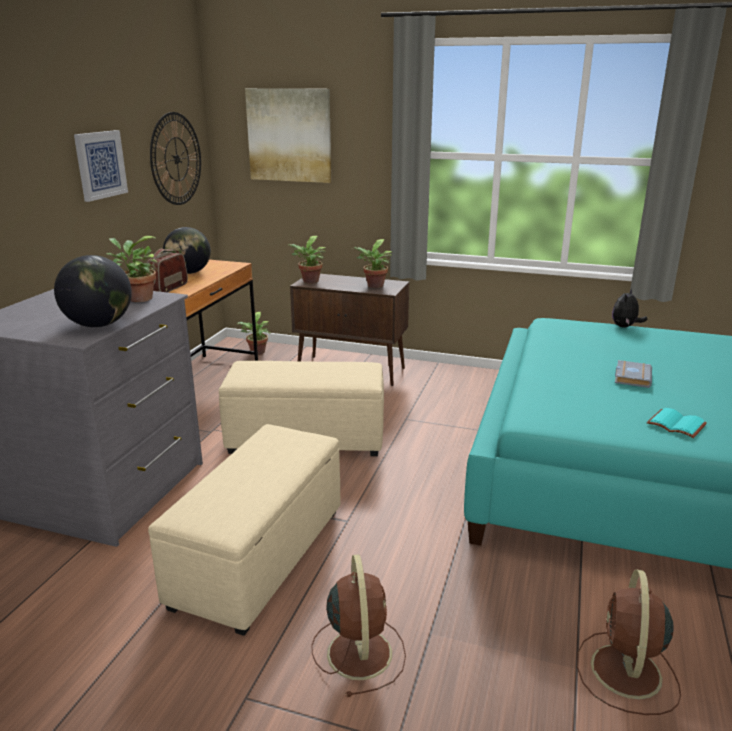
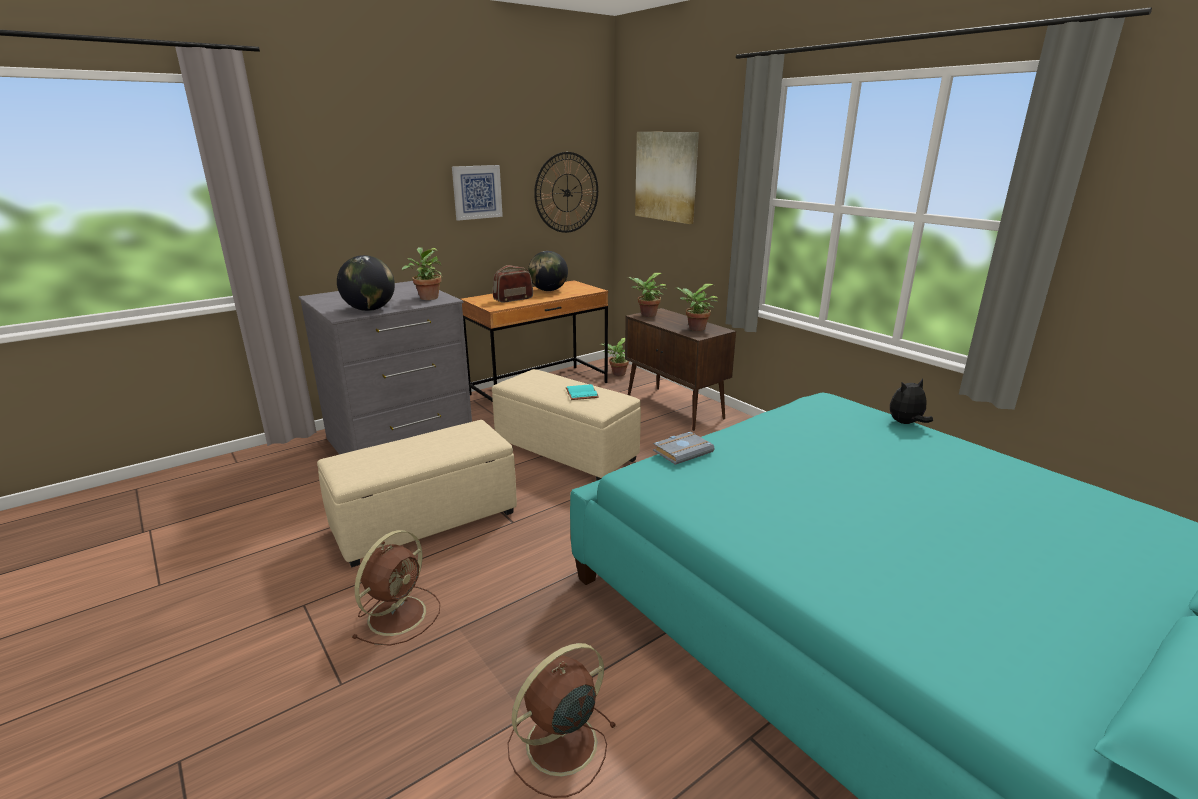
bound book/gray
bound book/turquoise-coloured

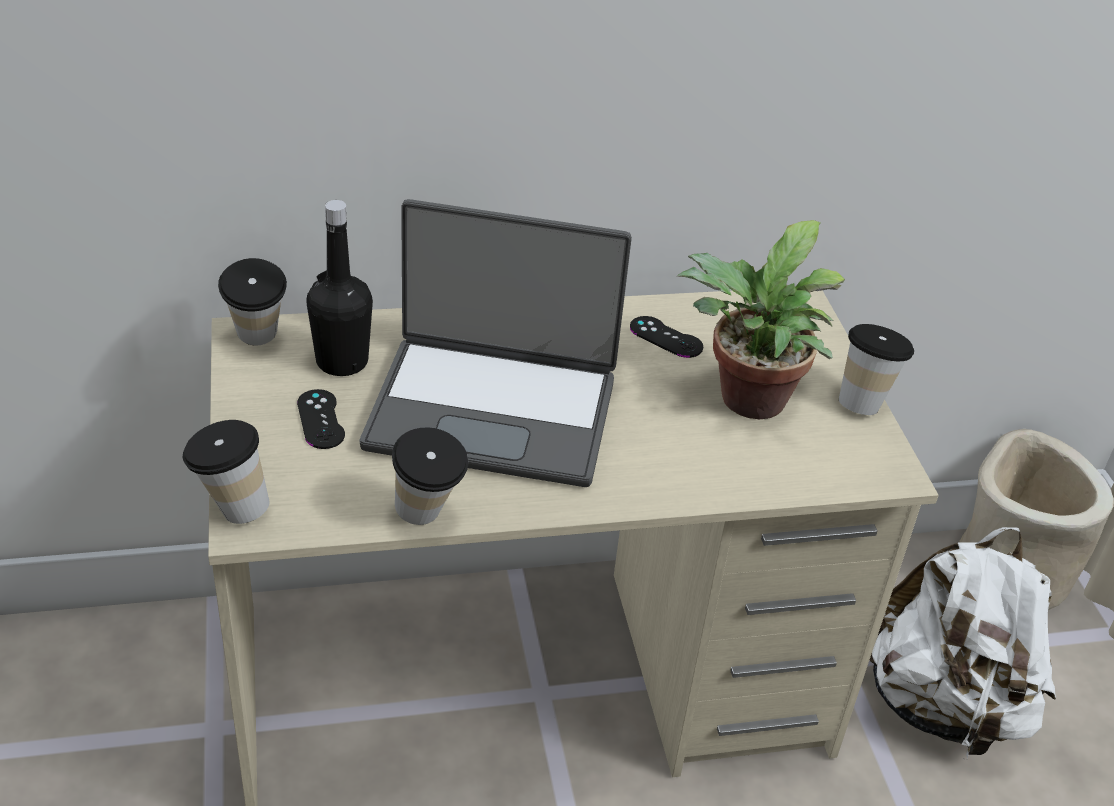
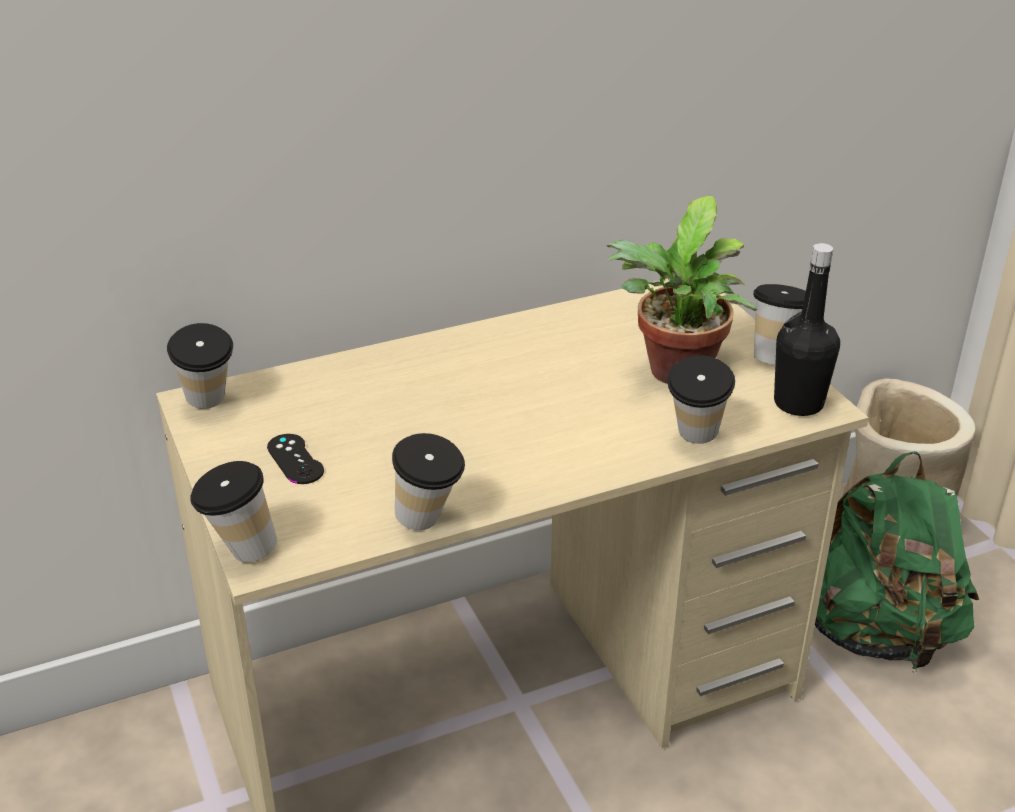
beverage bottle/black-coloured
portable computer
joypad/black-coloured (no. 2 from left in the first image)
backpack/green-coloured
cup (no. 4 from left)

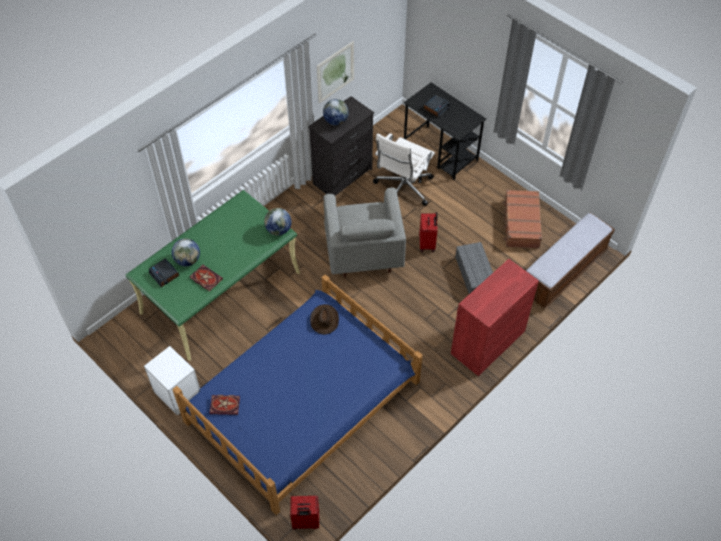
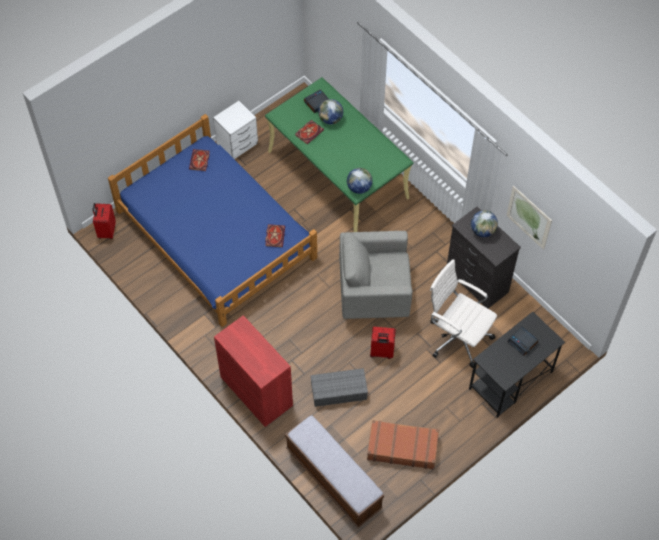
bound book (no. 2 from left)

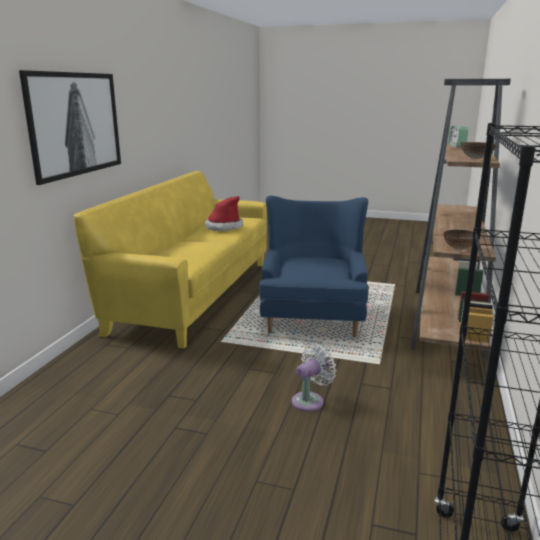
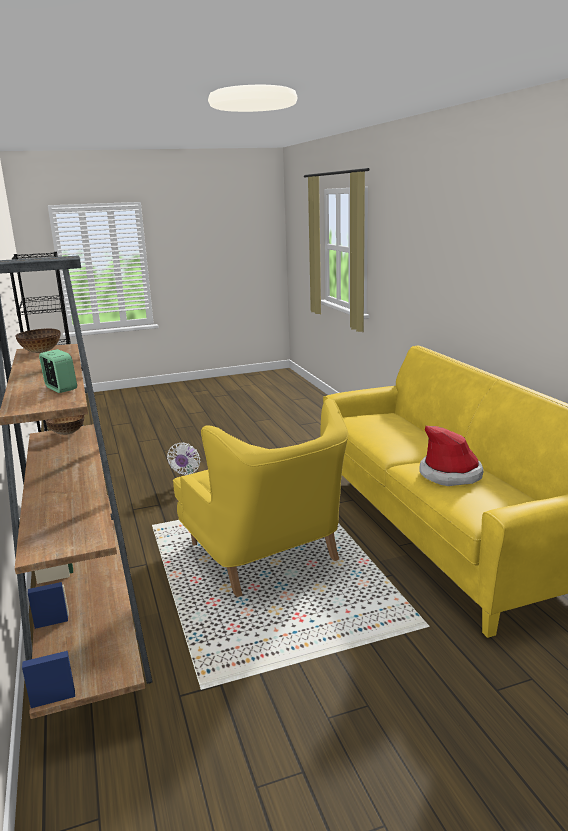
wall art
armchair/yellowish

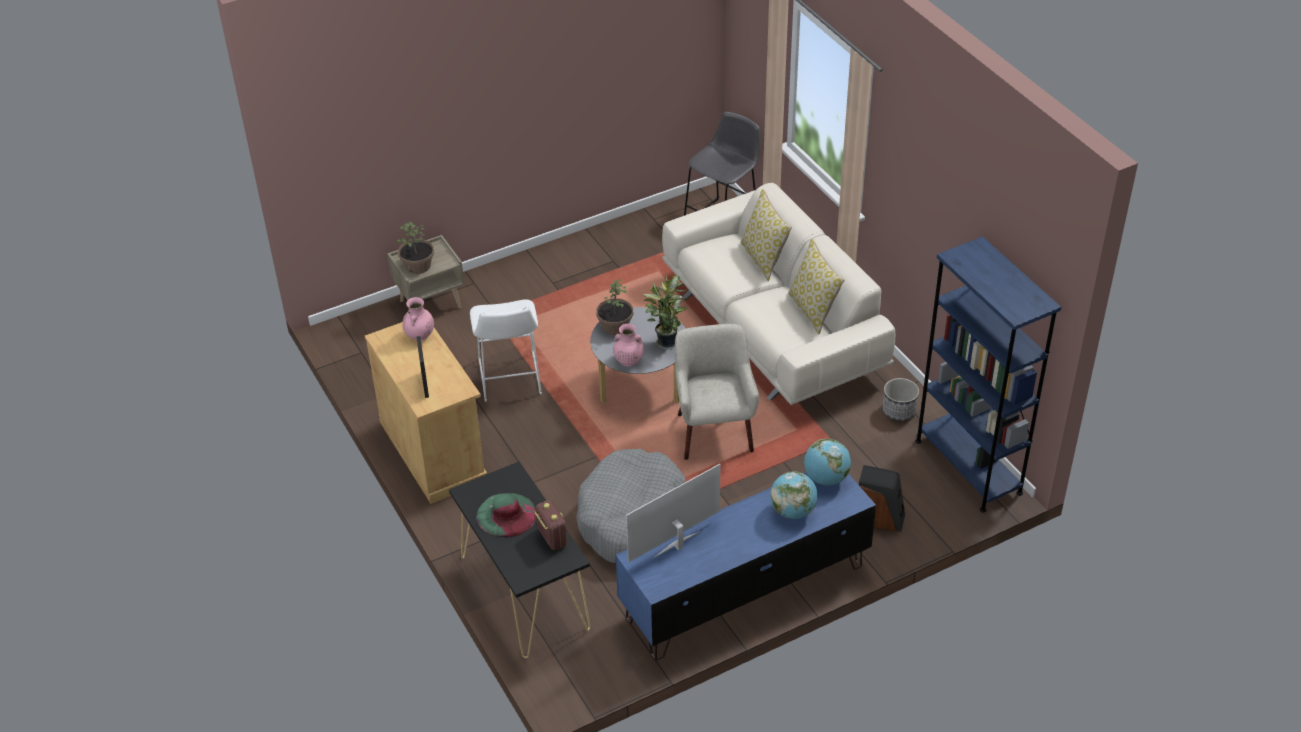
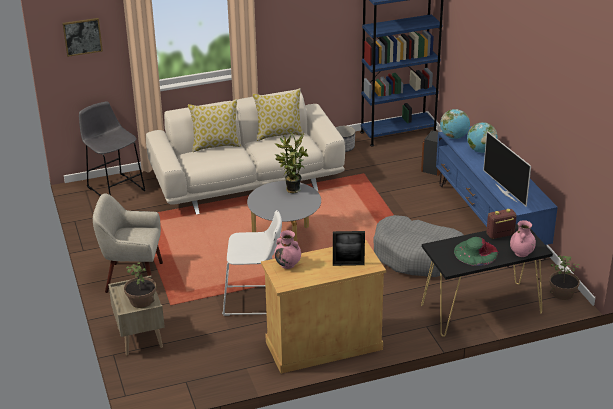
houseplant (no. 3 from left)
vase/pinkish (no. 2 from left)
armchair/sand-coloured
wall art

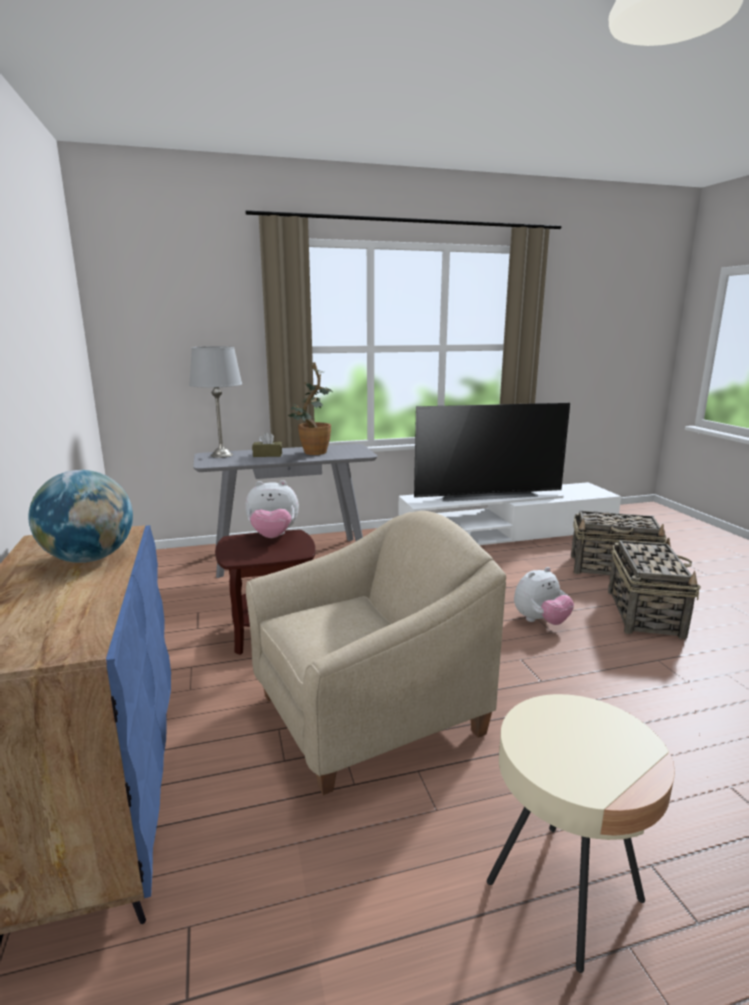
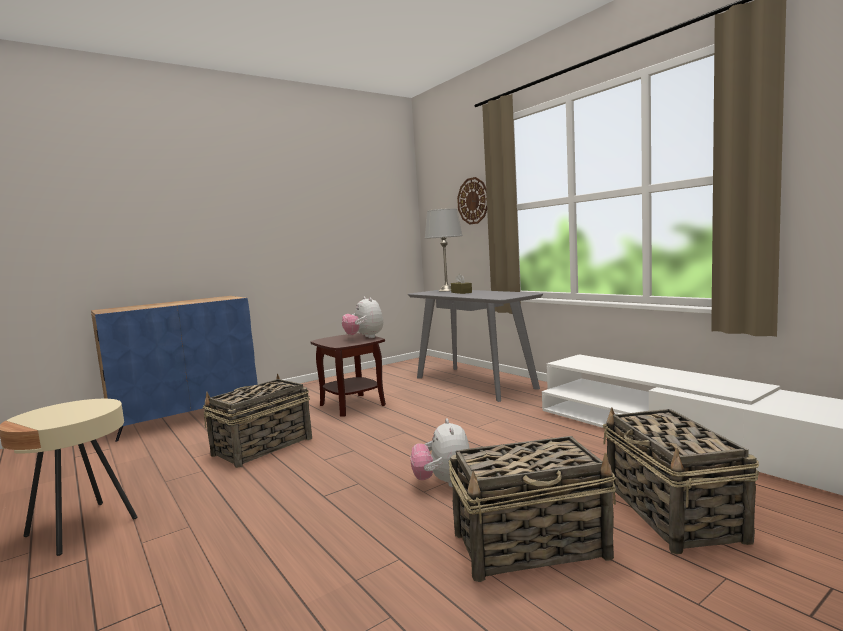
globe
household basket (no. 1 from left)
houseplant
TV
soft toy (no. 2 from left)
wall clock

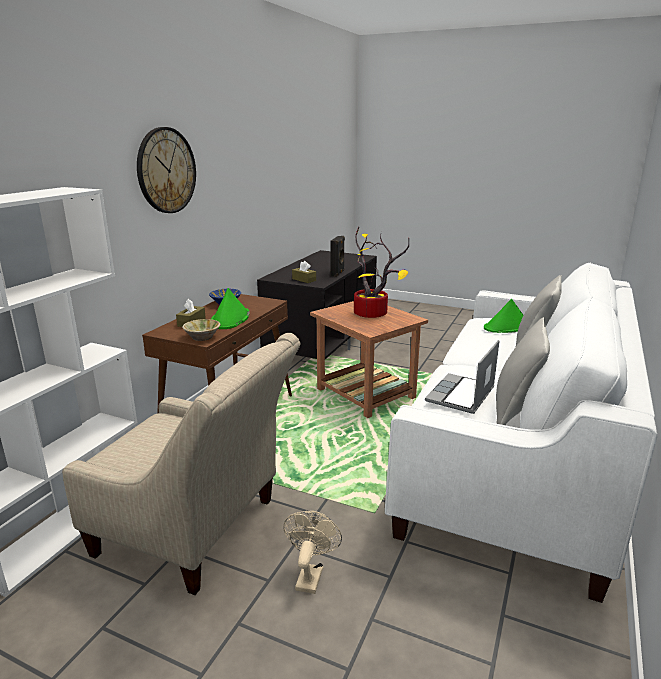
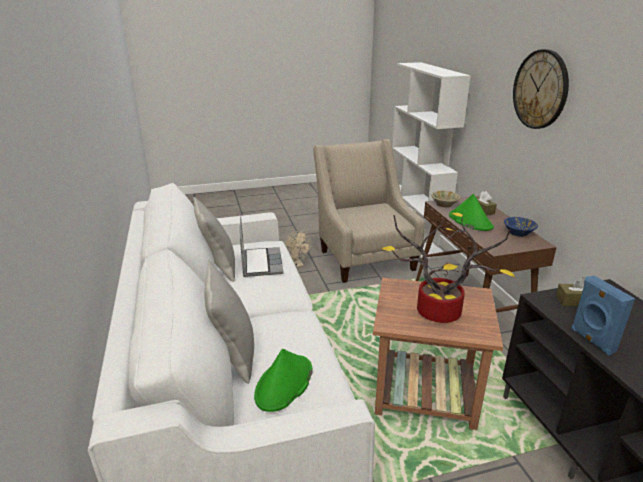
armchair/sand-coloured
audio speaker/blue-coloured

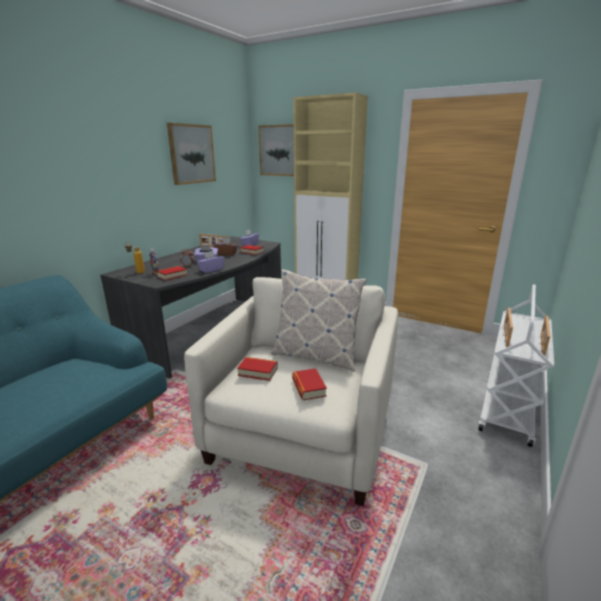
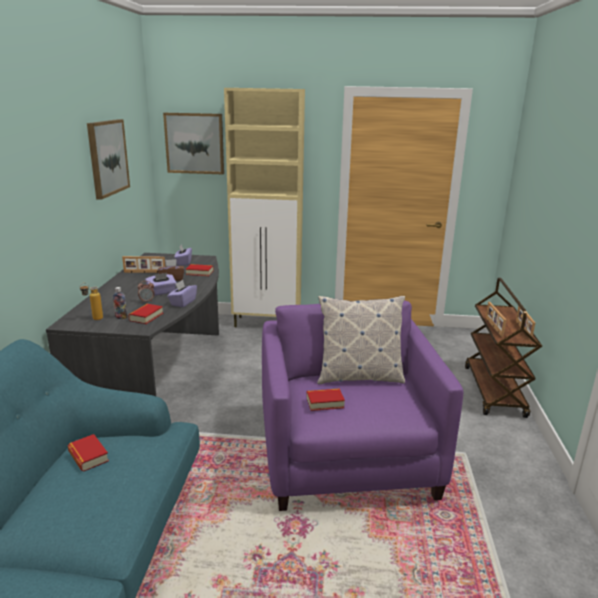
armchair/purple
bound book (no. 1 from left)
trolley/brown

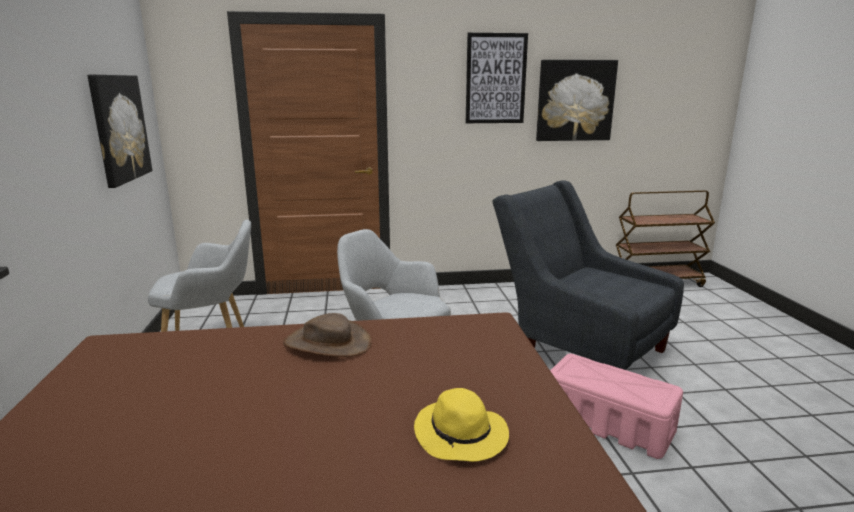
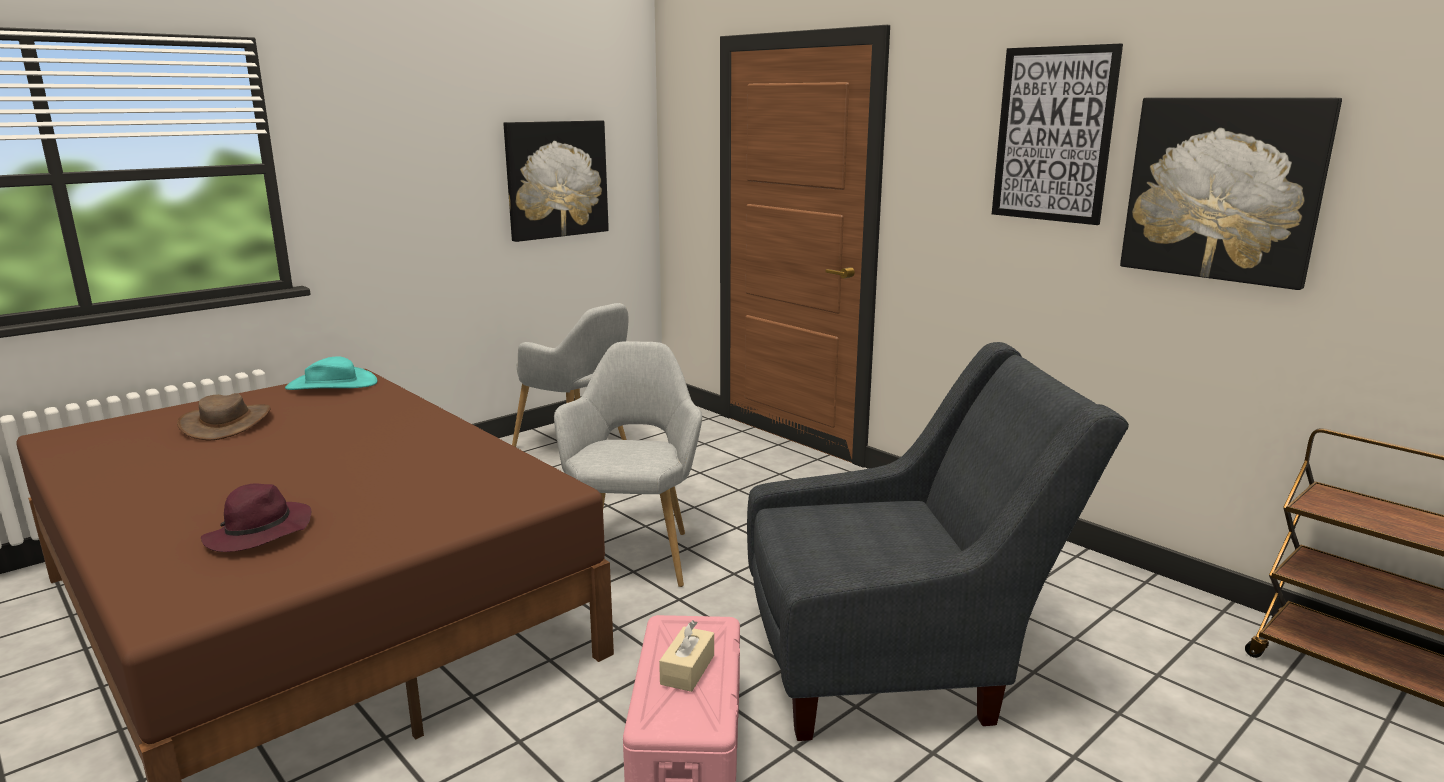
clothing hat/brown
clothing hat/purple
armchair/gray (no. 3 from left)
clothing hat/turquoise-coloured
box of tissues/sand-coloured

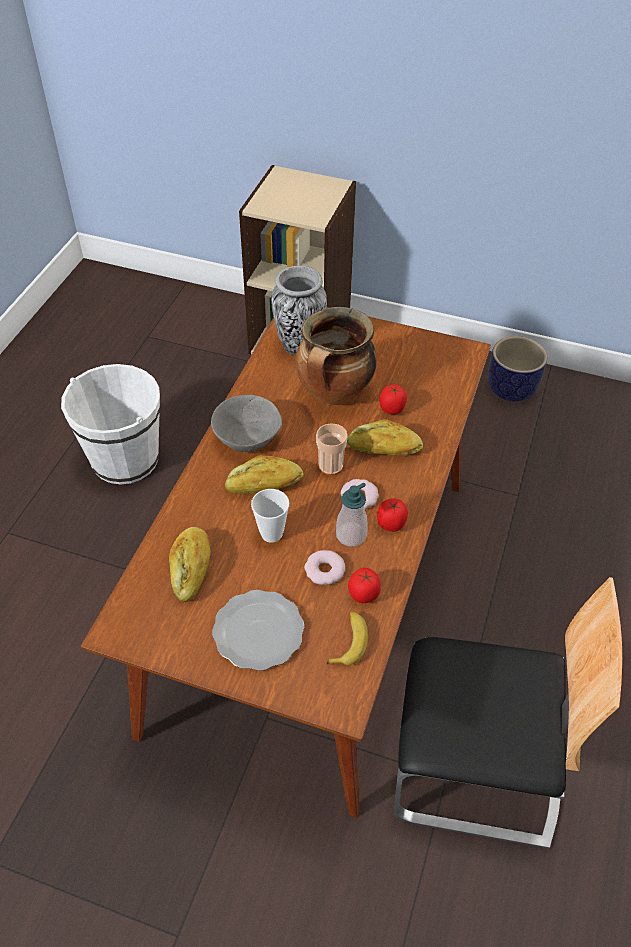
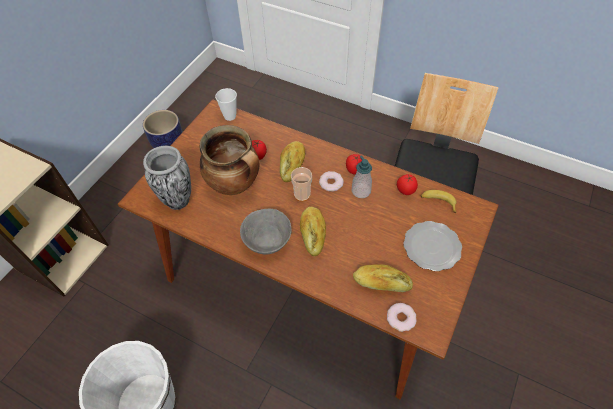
cup (no. 1 from left)
donut (no. 2 from left)

